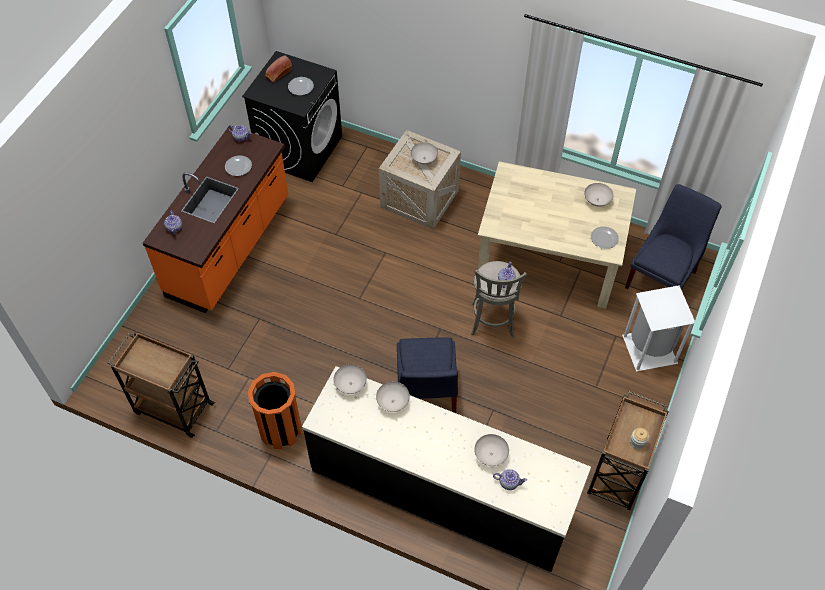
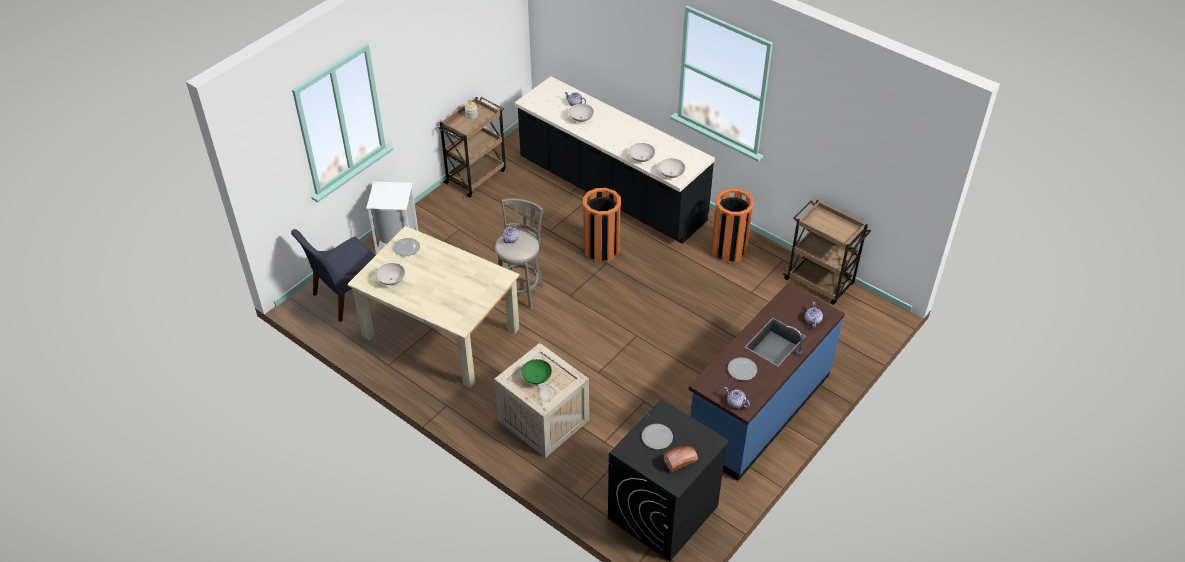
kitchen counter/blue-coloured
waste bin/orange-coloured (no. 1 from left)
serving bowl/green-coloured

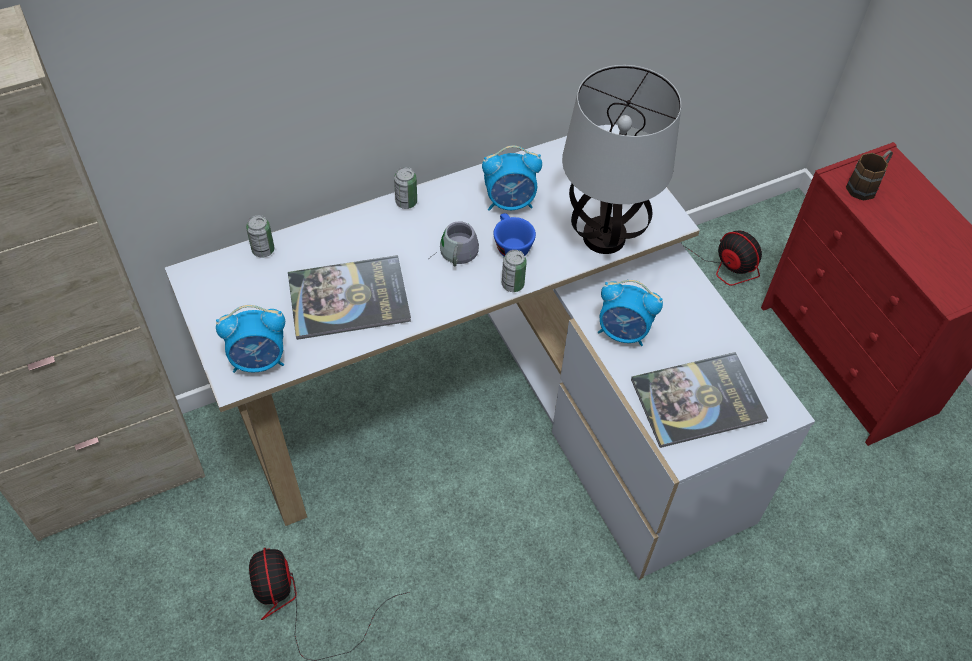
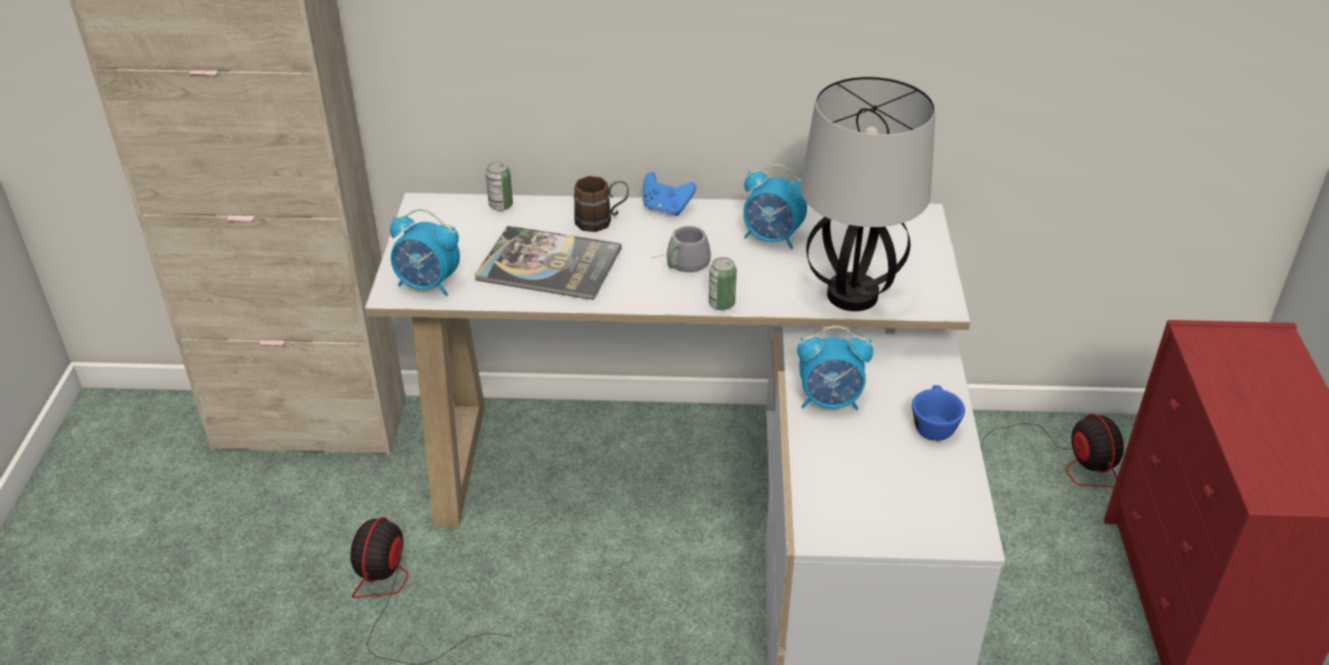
joypad/blue-coloured
cup/blue-coloured
bedside clock (no. 3 from left)
bound book (no. 2 from left in the first image)
coffee mug/brown

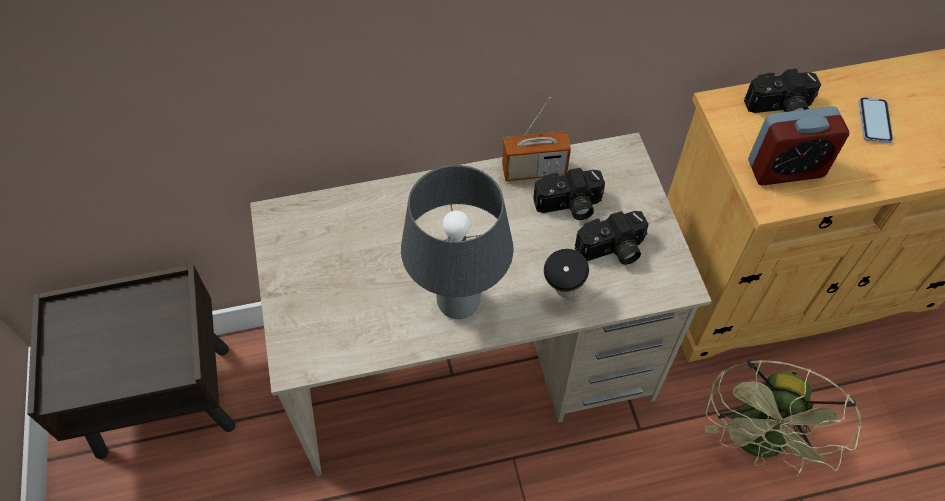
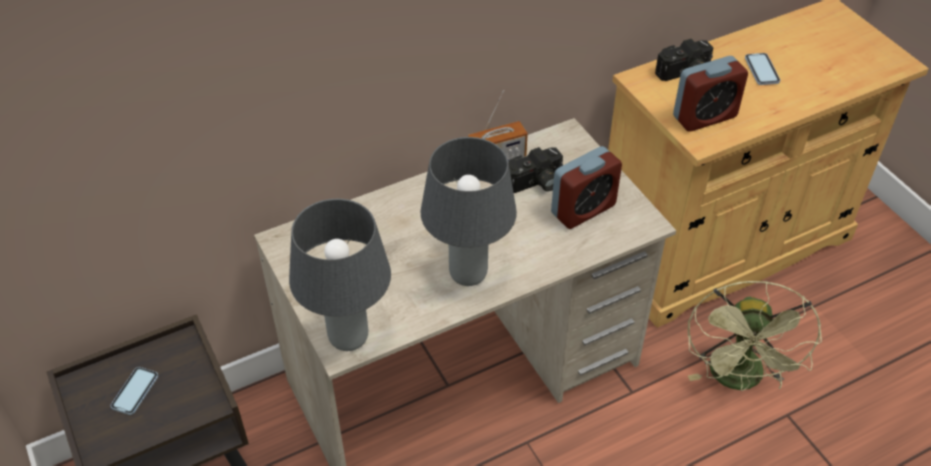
cup
bedside clock (no. 1 from left)
phone (no. 1 from left)
lamp for a table/gray (no. 1 from left)

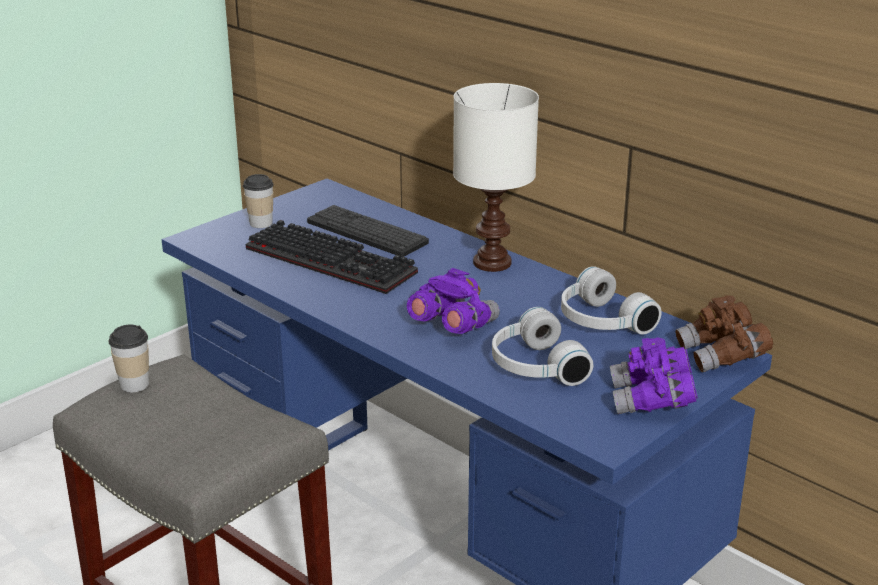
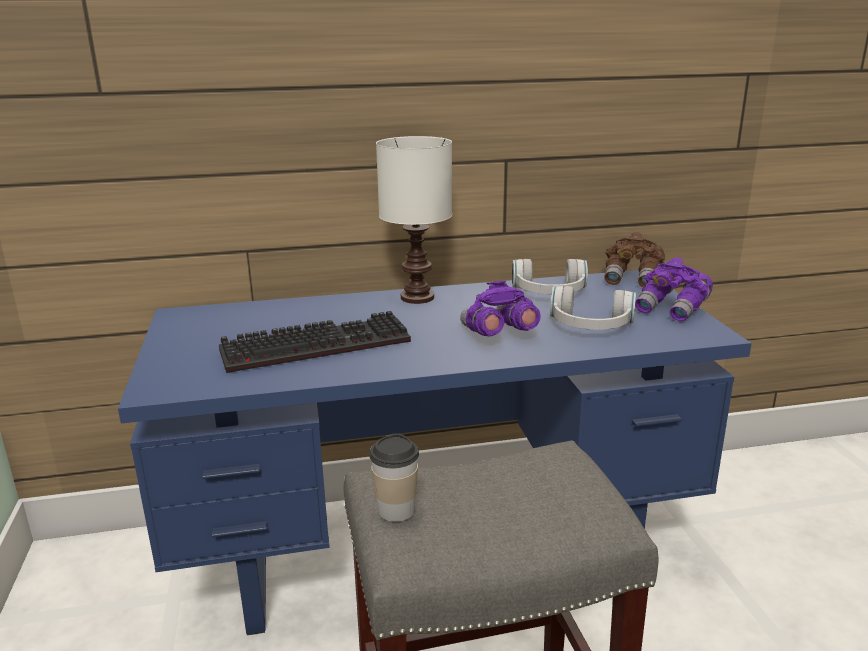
cup (no. 2 from left in the first image)
keyboard (no. 2 from left in the first image)

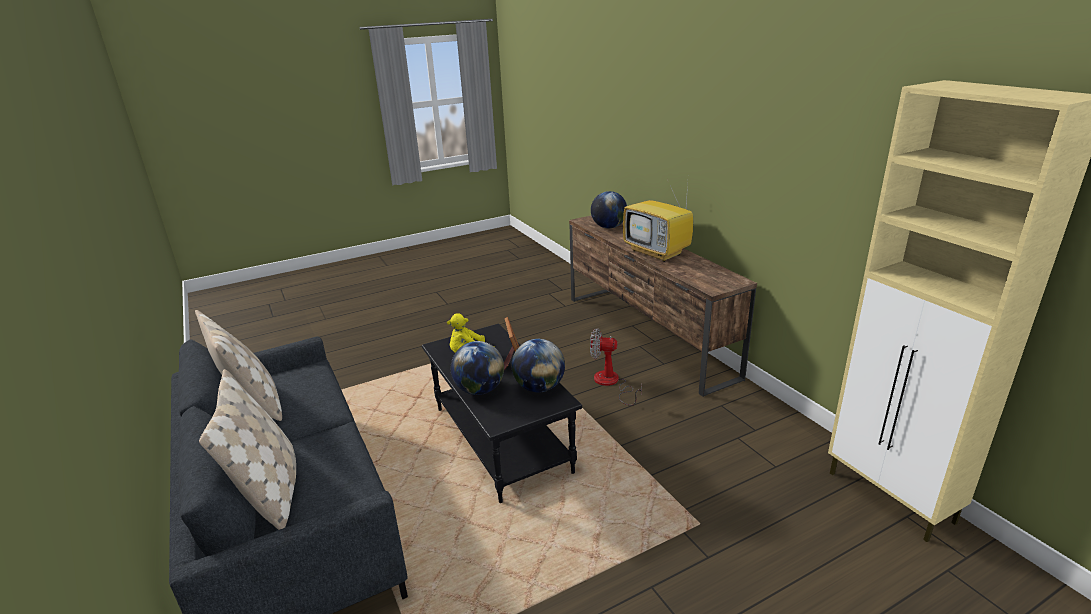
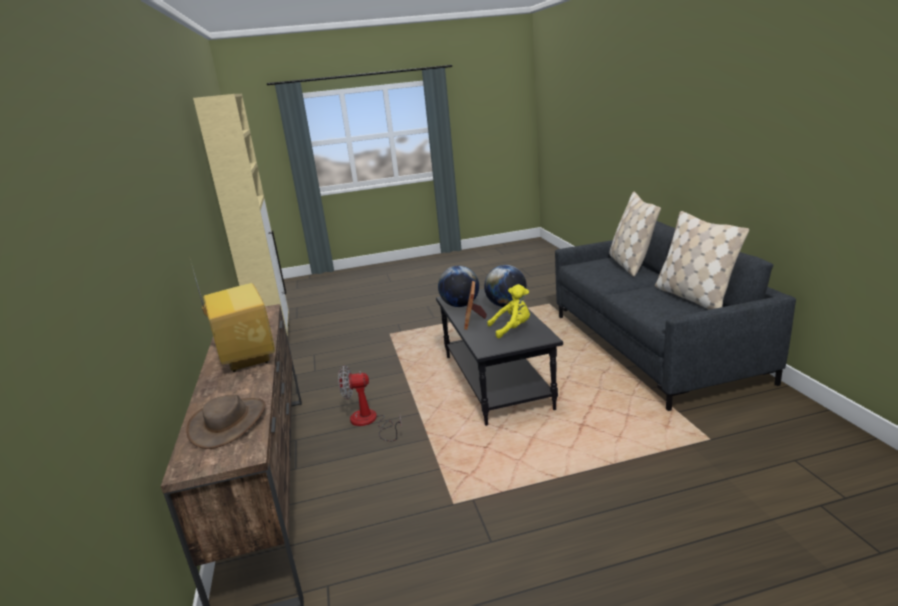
cooling fan
clothing hat/brown

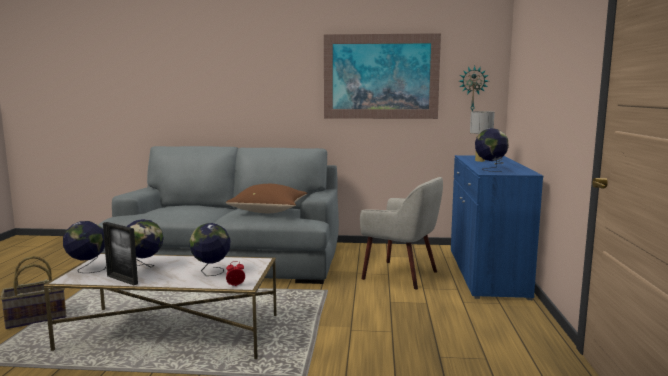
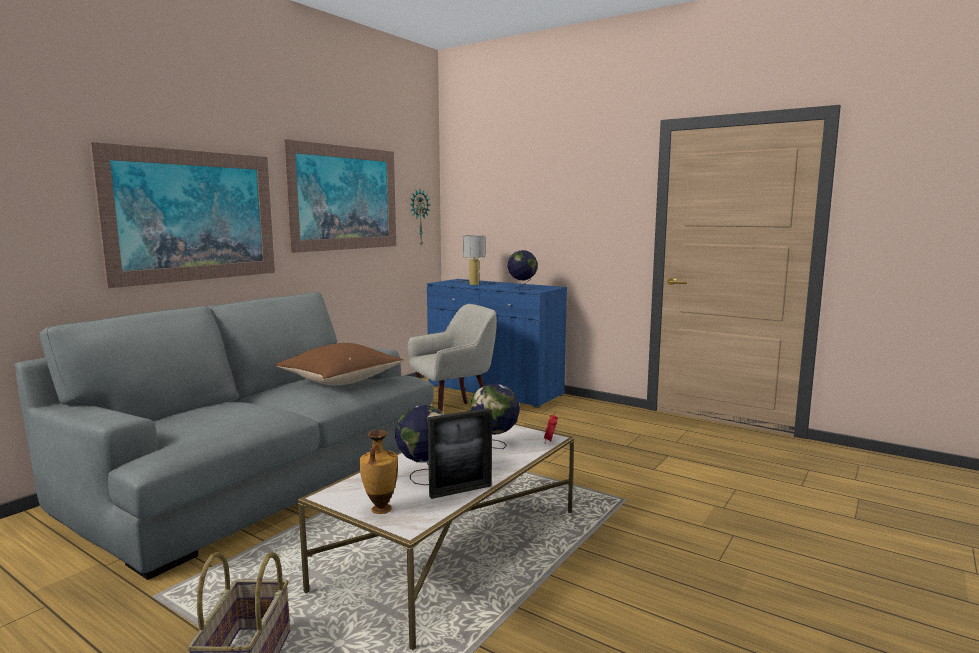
vase
wall art (no. 1 from left)

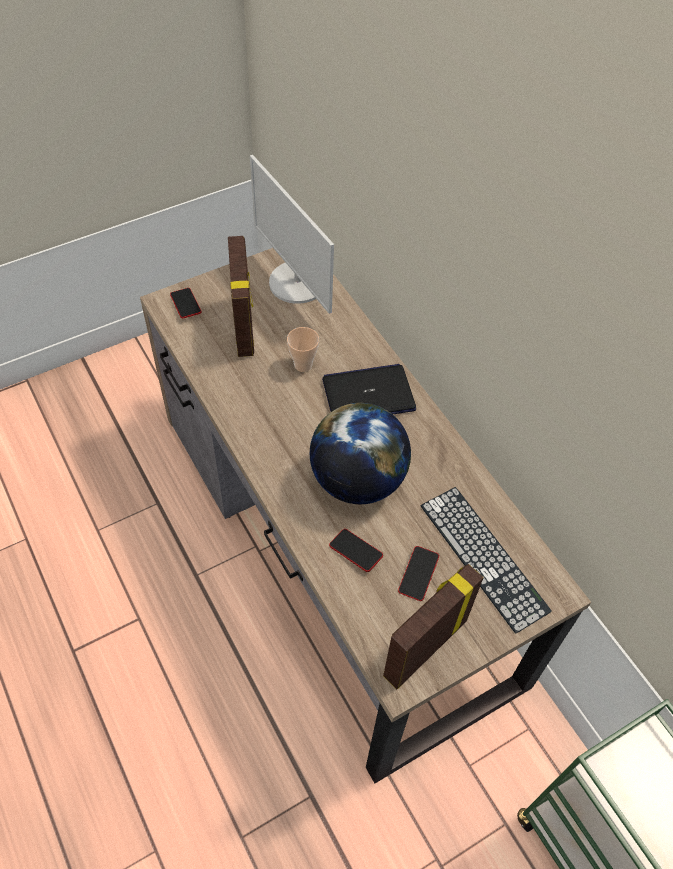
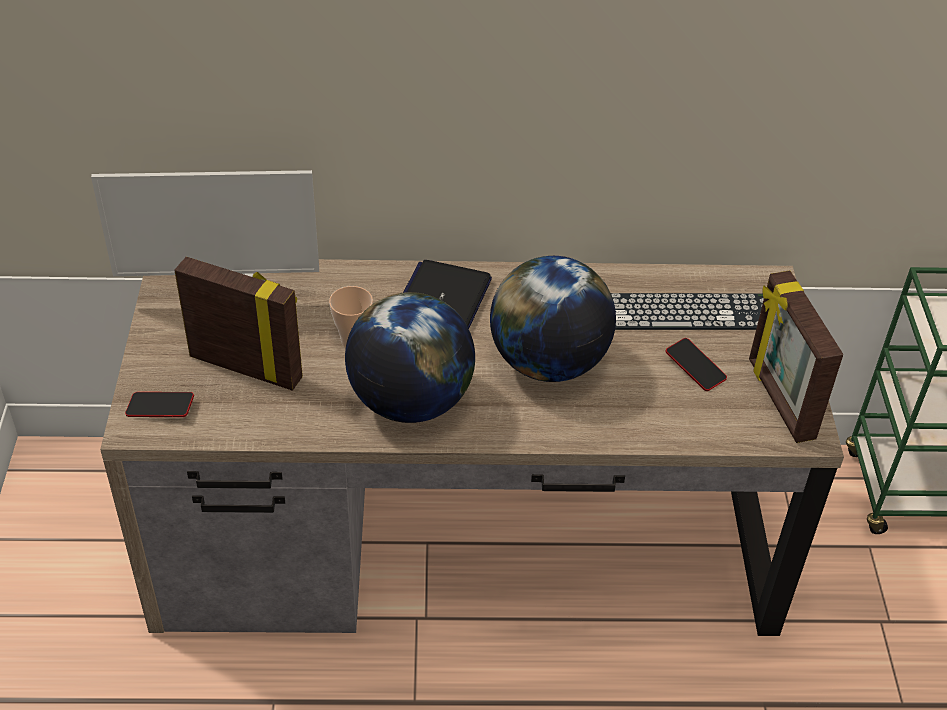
phone (no. 2 from left in the first image)
globe (no. 1 from left)

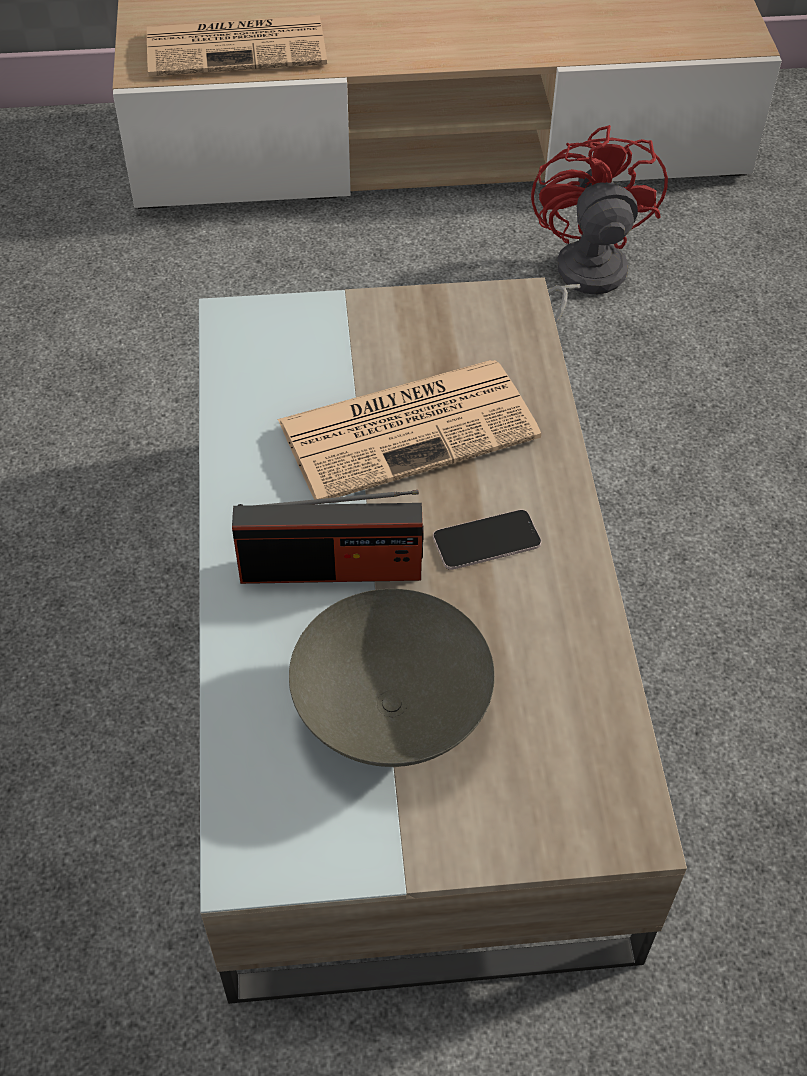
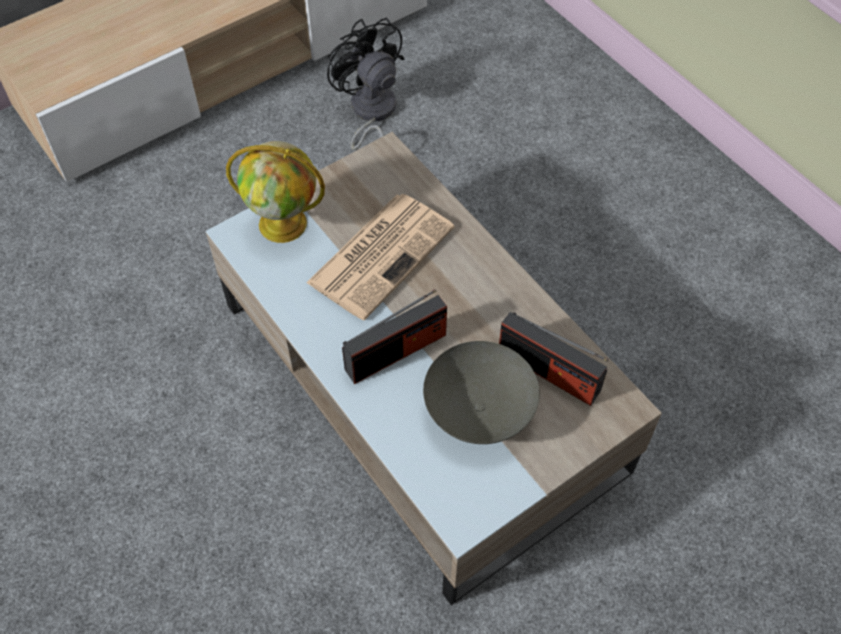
newspaper (no. 1 from left in the first image)
phone
cooling fan/black-coloured
globe
radio (no. 2 from left)

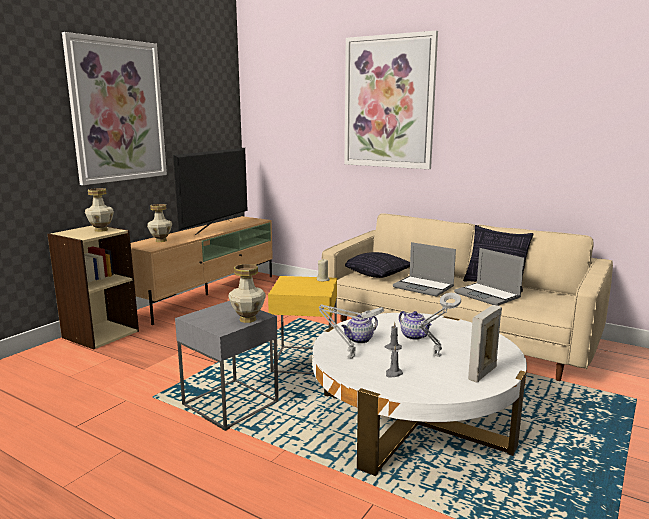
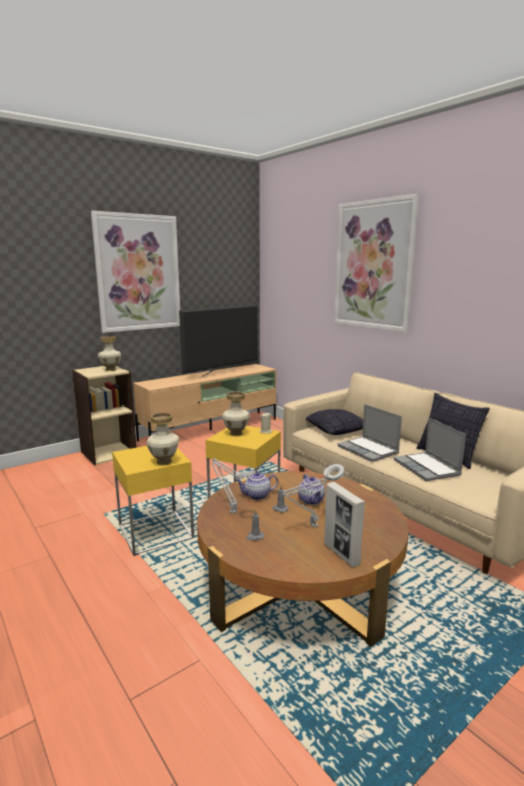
vase (no. 3 from left)
end table/yellowish (no. 1 from left)
coffee table/brown
standing frame

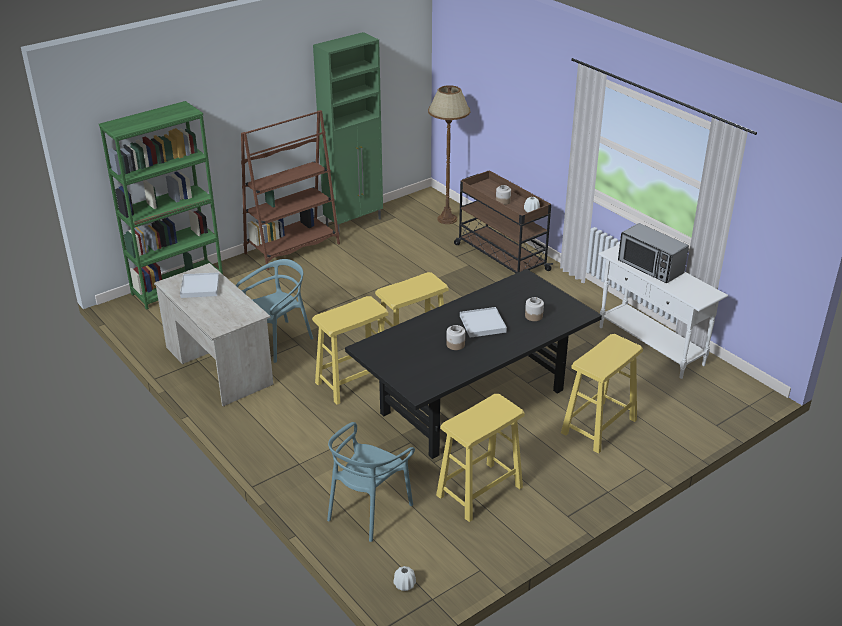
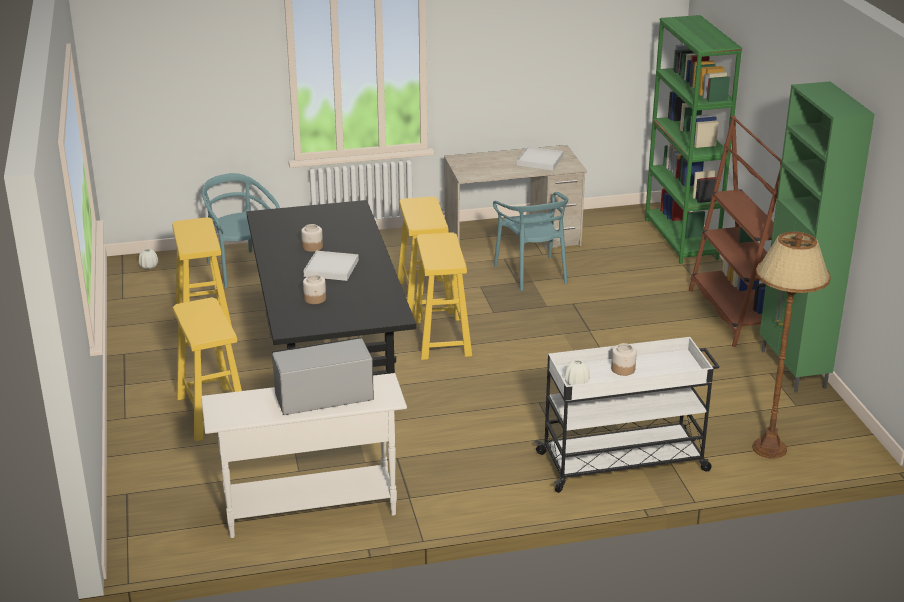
trolley/whitish

